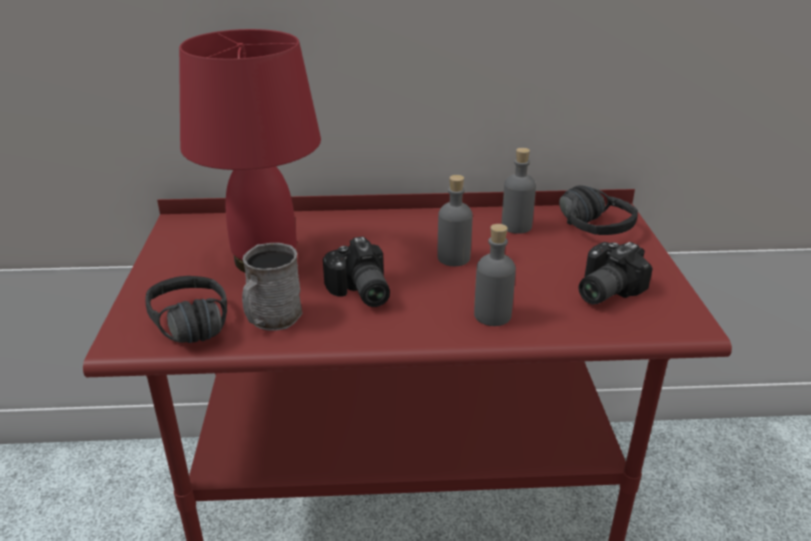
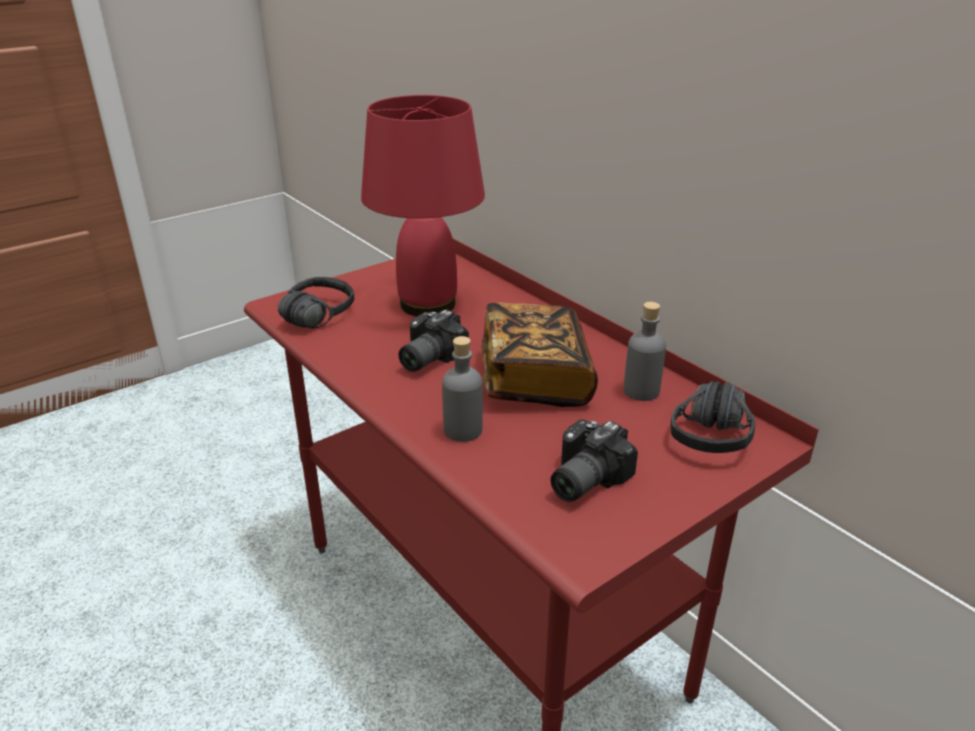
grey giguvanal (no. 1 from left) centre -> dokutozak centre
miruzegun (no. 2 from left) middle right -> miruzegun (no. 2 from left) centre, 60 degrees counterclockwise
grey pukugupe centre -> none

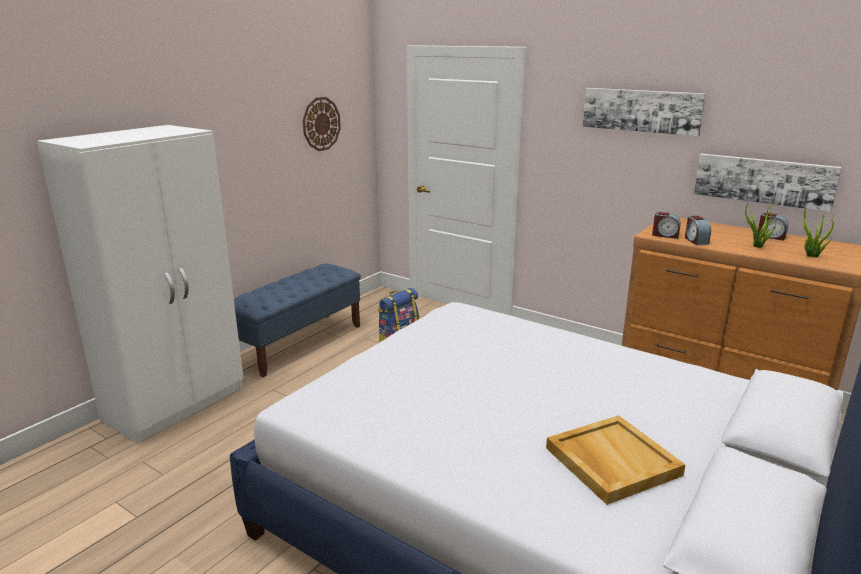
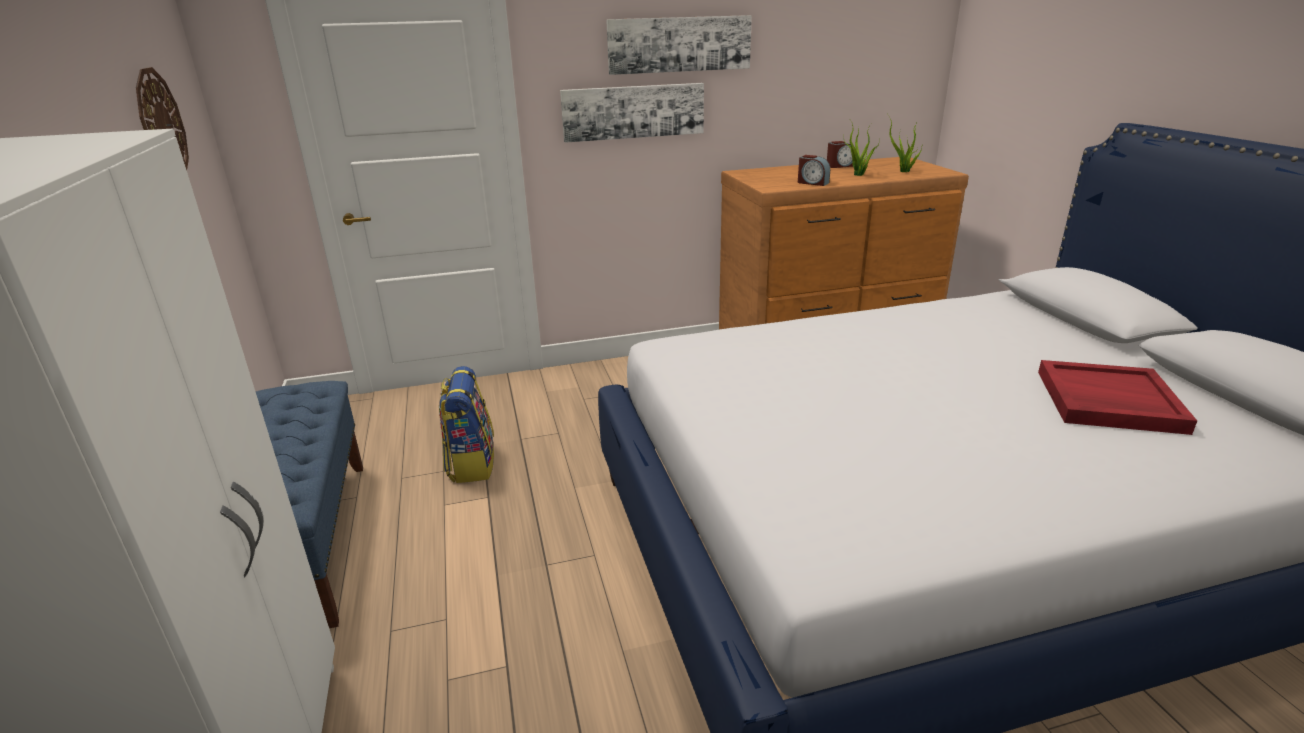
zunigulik (no. 2 from left in the first image) top right -> zunigulik (no. 1 from left) top centre, shifted
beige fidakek bottom right -> red fidakek middle right
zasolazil (no. 1 from left) middle right -> none

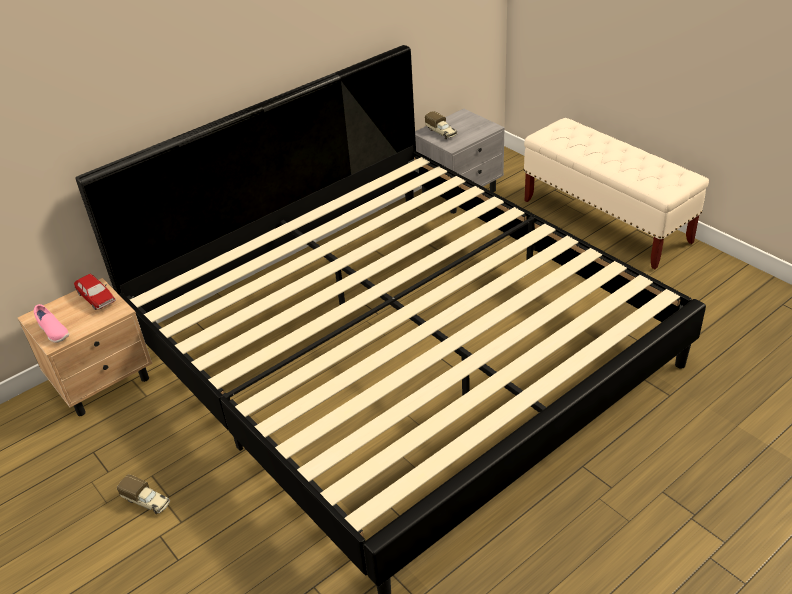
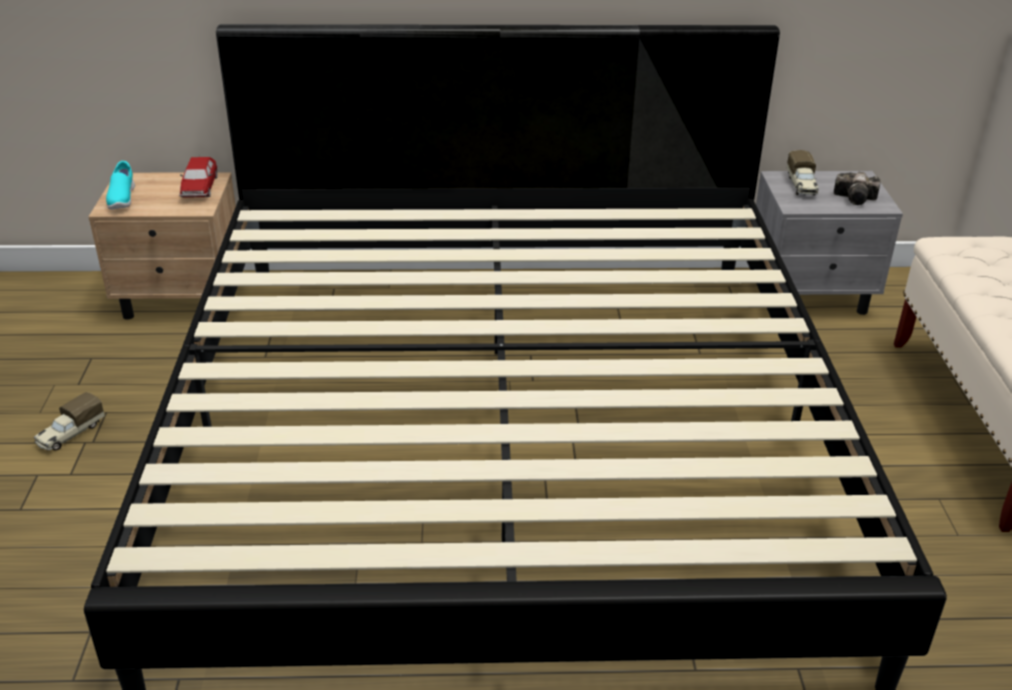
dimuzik (no. 1 from left) bottom left -> dimuzik (no. 1 from left) middle left, 60 degrees clockwise
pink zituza middle left -> turquoise zituza top left
none -> miruzegun top right

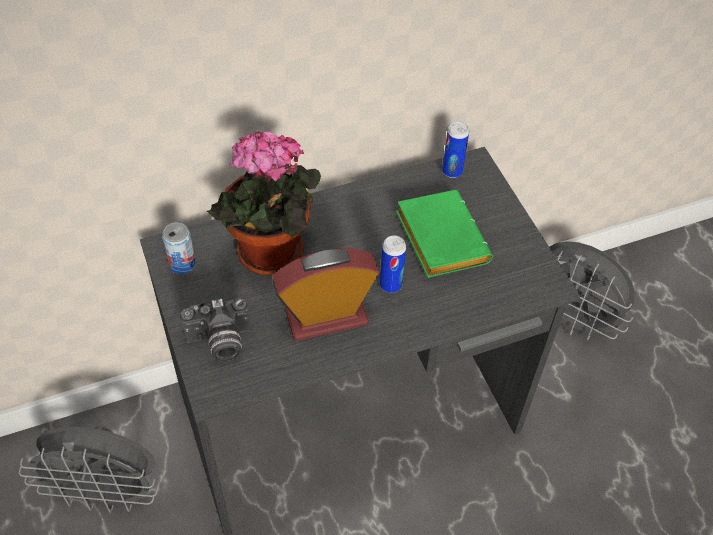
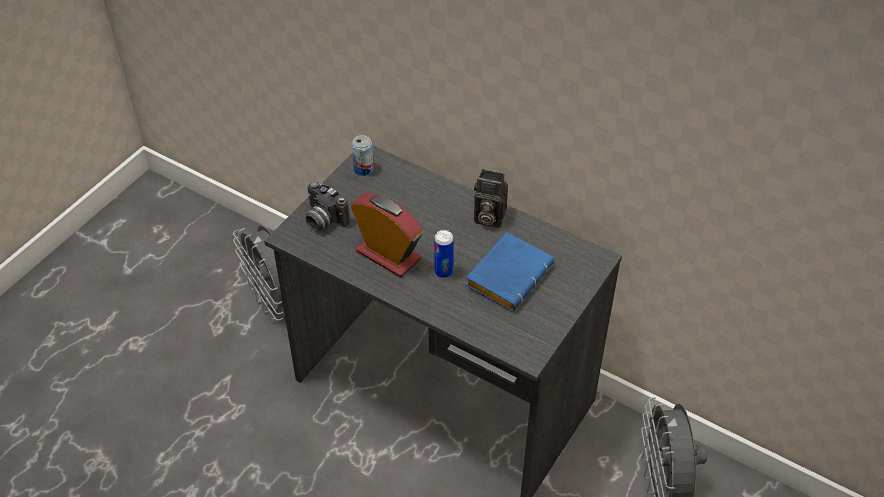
green dokutozak centre -> blue dokutozak centre
none -> miruzegun (no. 2 from left) centre
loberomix centre -> none
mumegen (no. 3 from left) top centre -> none

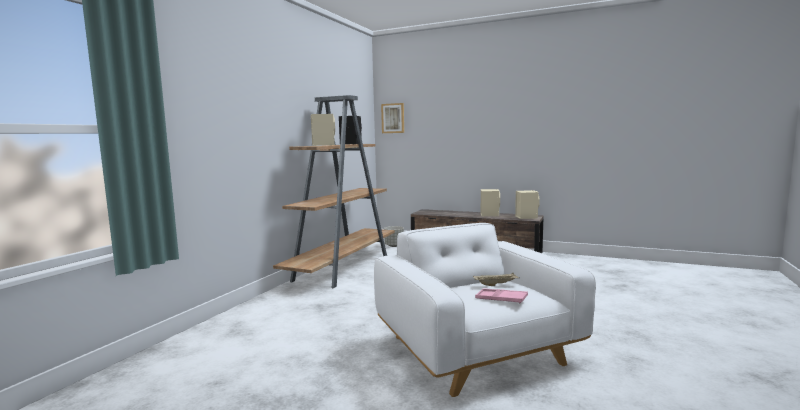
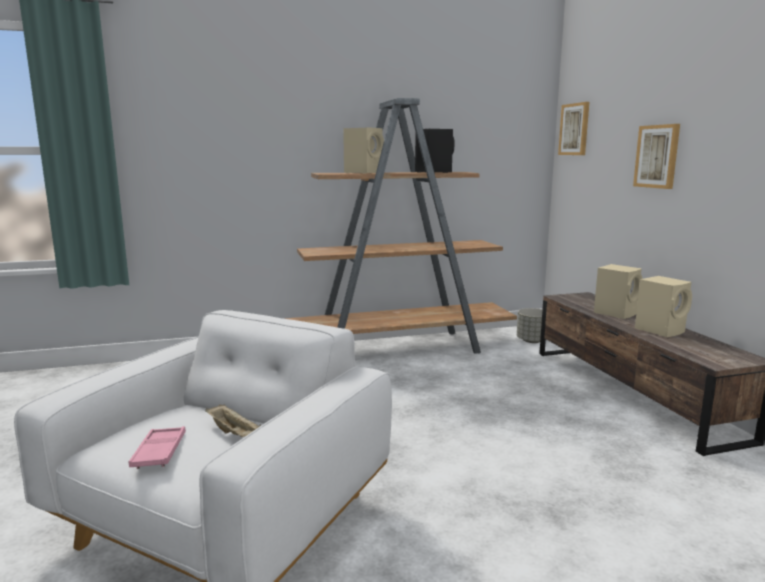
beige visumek (no. 3 from left in the first image) centre -> beige visumek (no. 2 from left) middle right, shifted
none -> zunigulik (no. 2 from left) top right

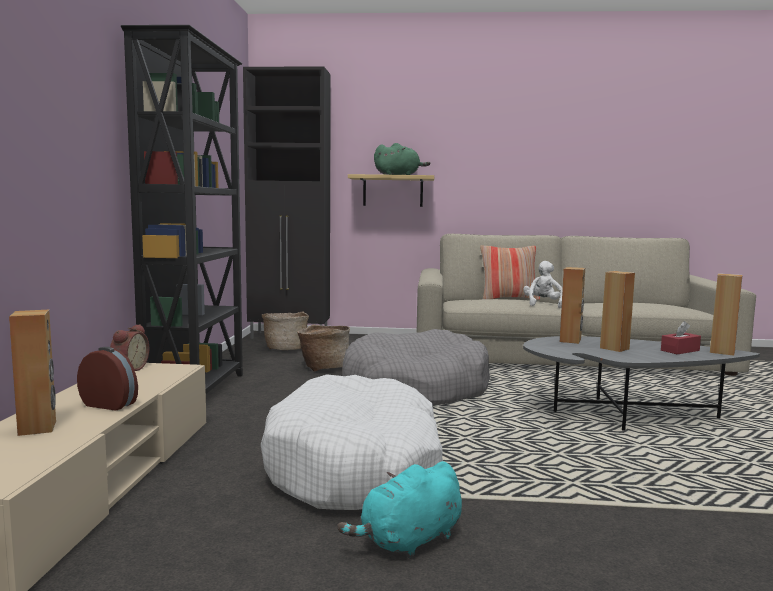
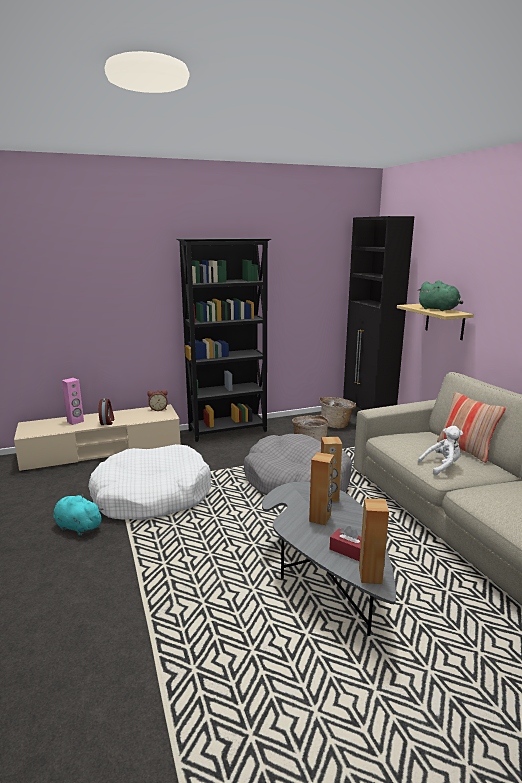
brown visumek (no. 1 from left) middle left -> pink visumek middle left

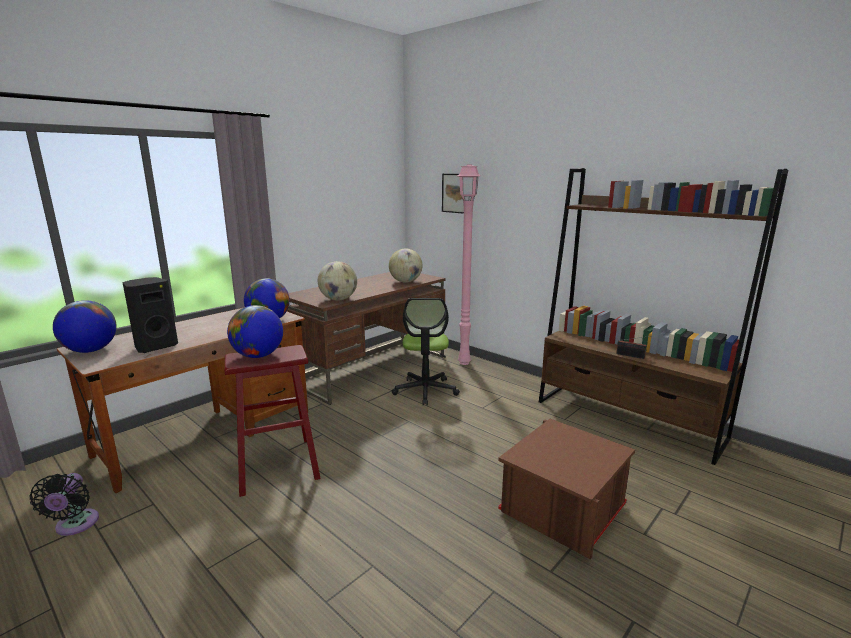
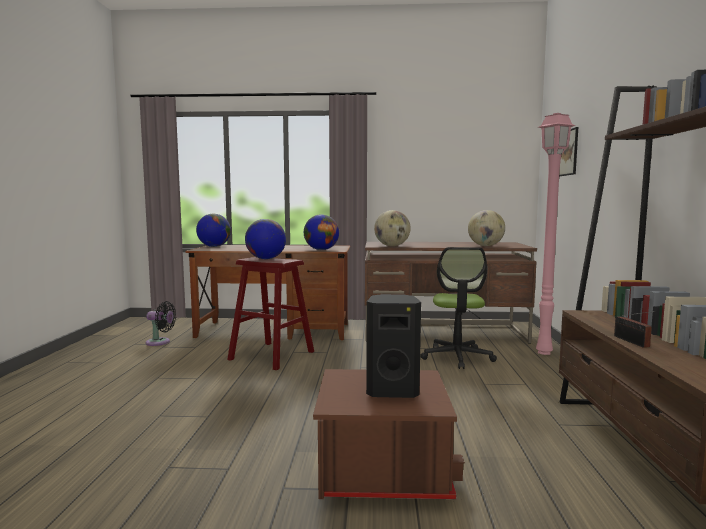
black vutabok bottom left -> black vutabok middle left, 120 degrees counterclockwise
black visumek middle left -> black visumek centre, shifted
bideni centre, 45 degrees counterclockwise

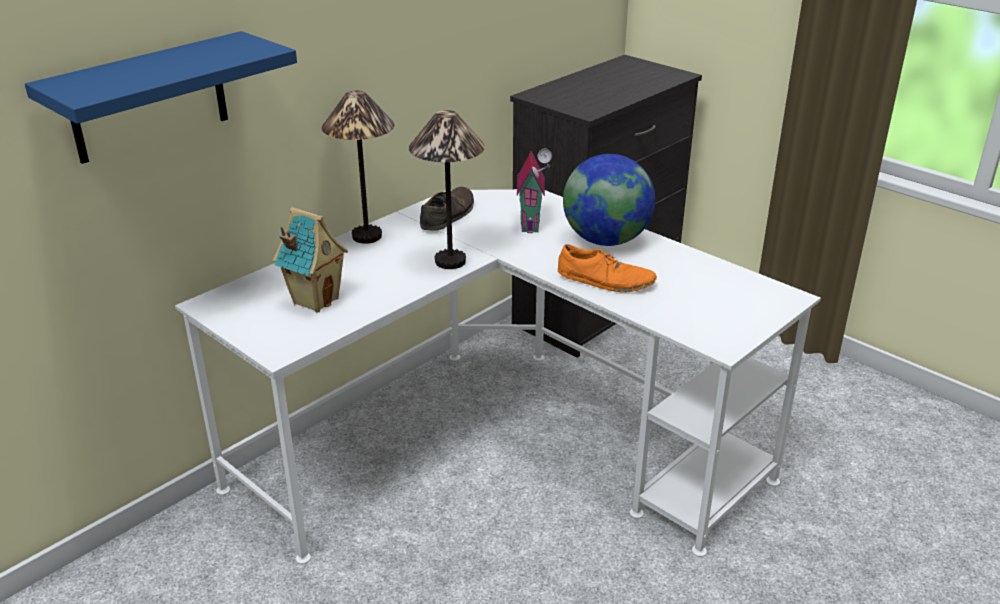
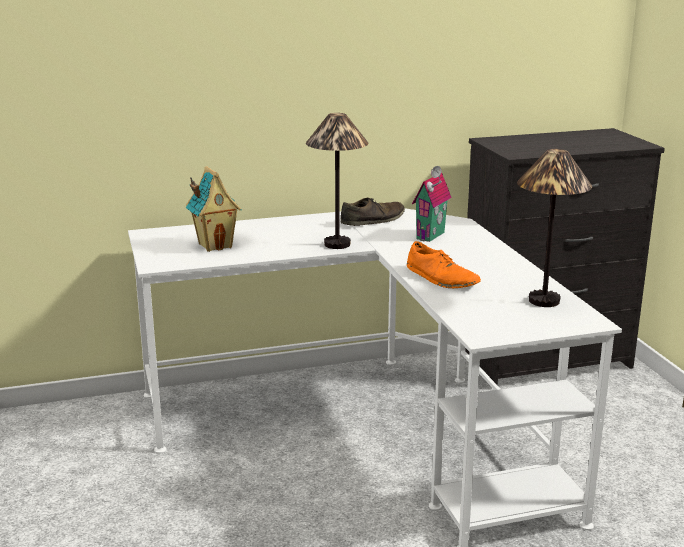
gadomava (no. 1 from left in the first image) top centre -> gadomava (no. 2 from left) middle right, shifted
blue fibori top left -> none
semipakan top centre -> none

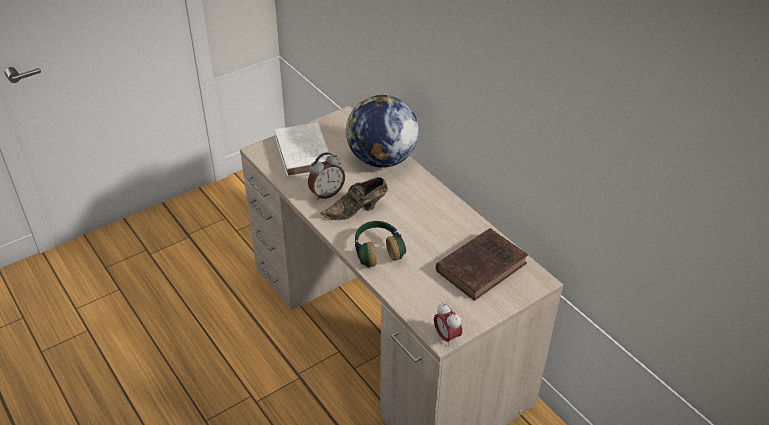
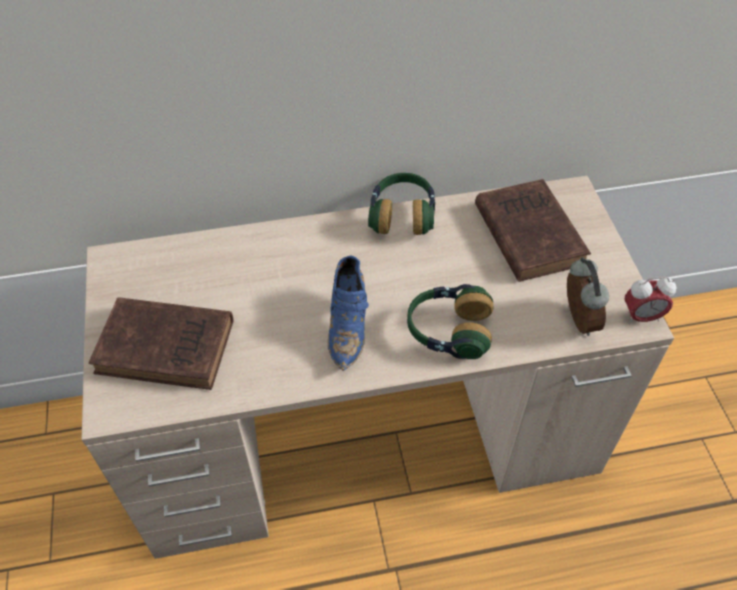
white dokutozak centre -> brown dokutozak (no. 1 from left) middle left
brown zituza centre -> blue zituza centre
none -> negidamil (no. 1 from left) centre
zasolazil (no. 1 from left) centre -> zasolazil (no. 1 from left) middle right, shifted
semipakan top centre -> none

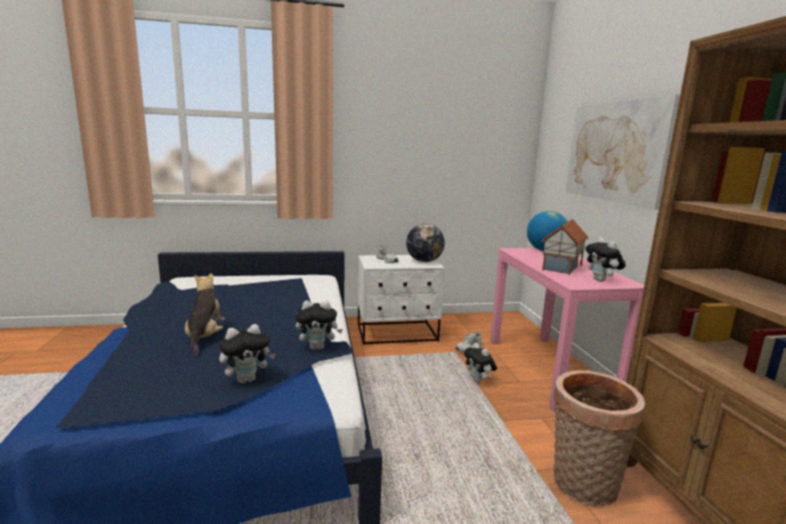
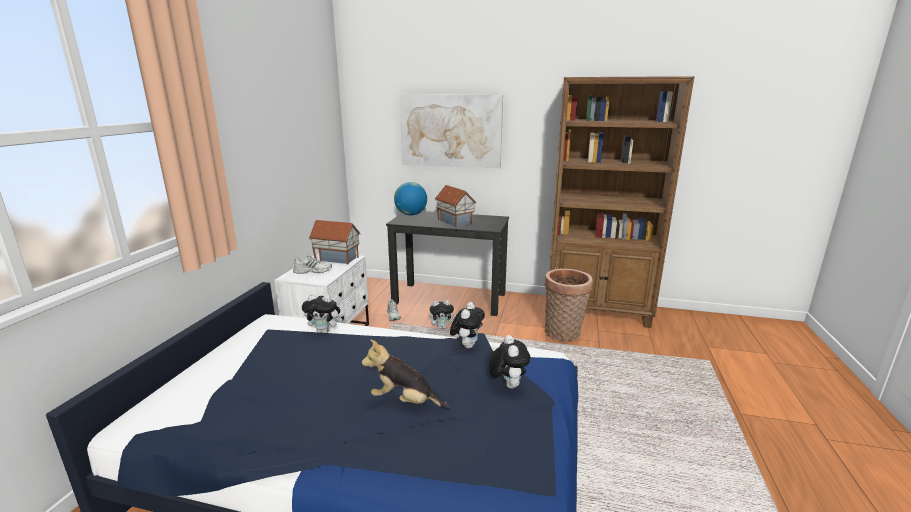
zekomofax (no. 5 from left in the first image) middle right -> zekomofax (no. 1 from left) centre, shifted
semipakan (no. 1 from left) centre -> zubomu (no. 1 from left) centre
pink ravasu middle right -> black ravasu centre

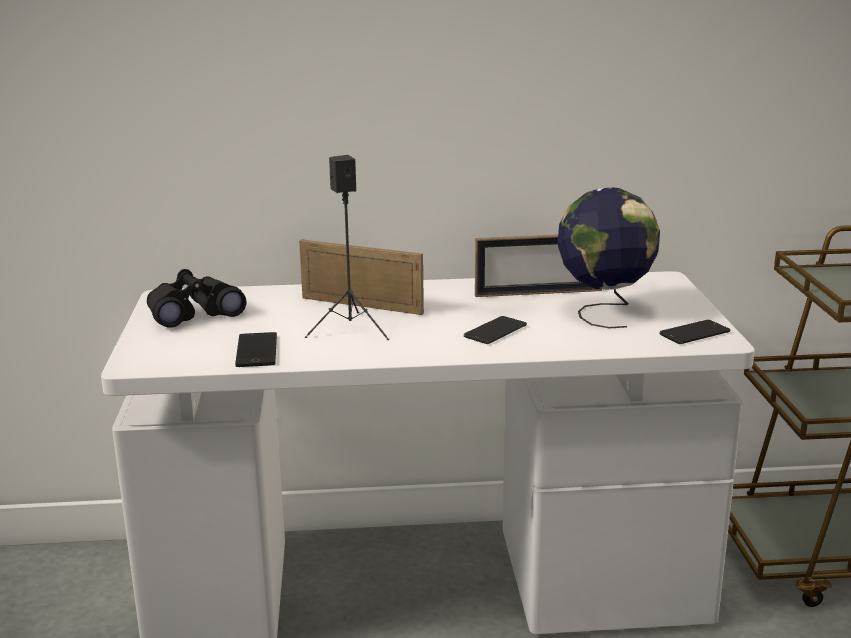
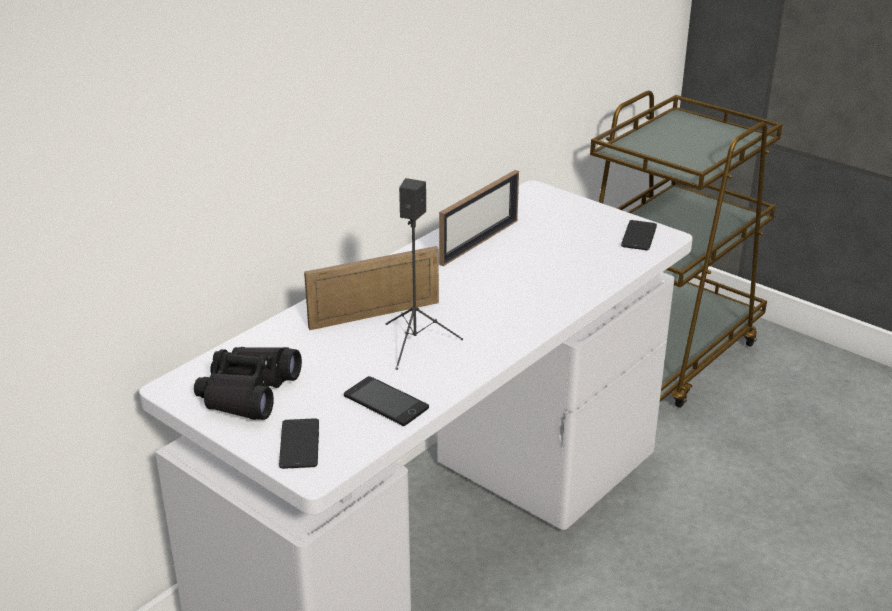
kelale (no. 2 from left in the first image) centre -> kelale (no. 1 from left) bottom centre, shifted
semipakan middle right -> none

